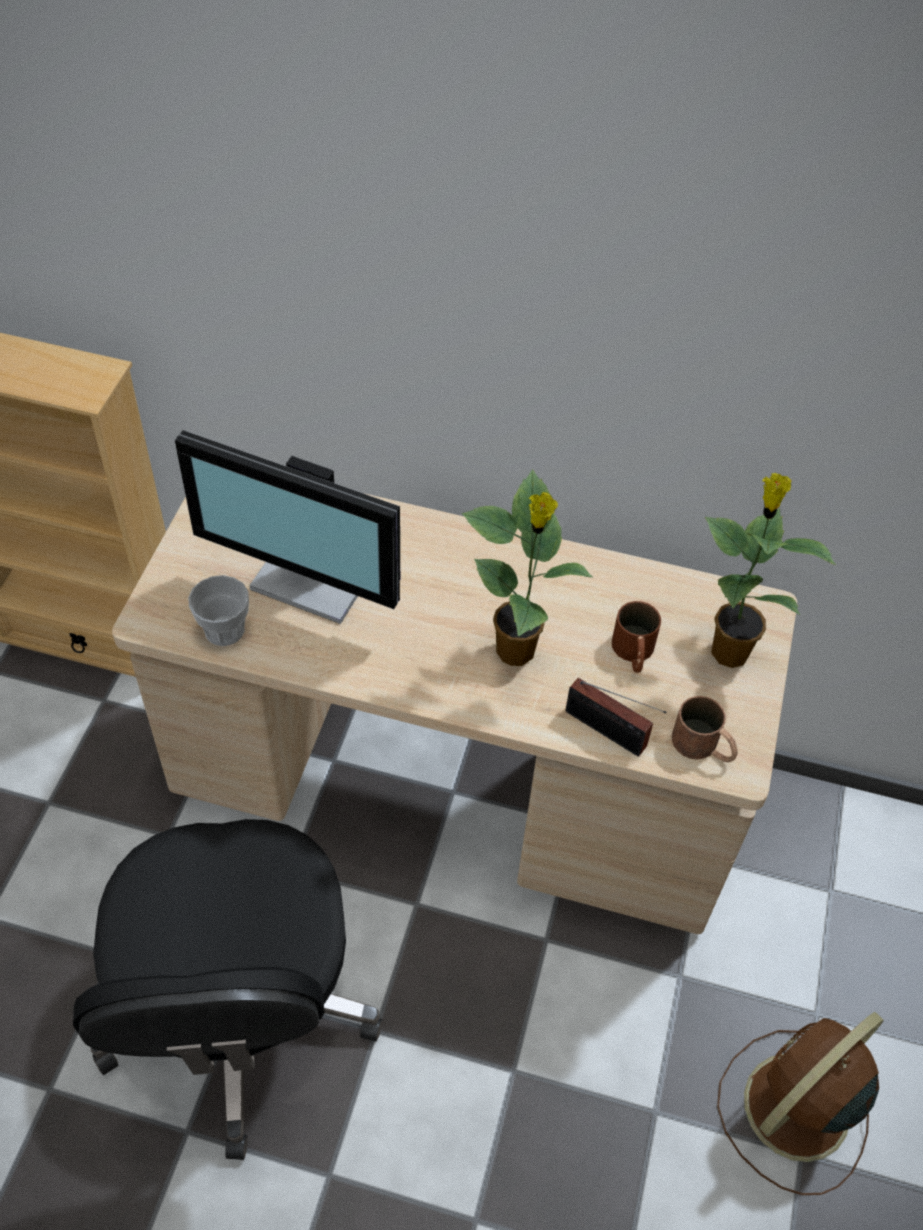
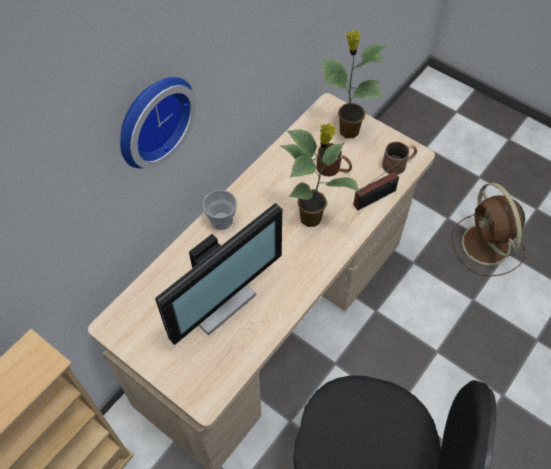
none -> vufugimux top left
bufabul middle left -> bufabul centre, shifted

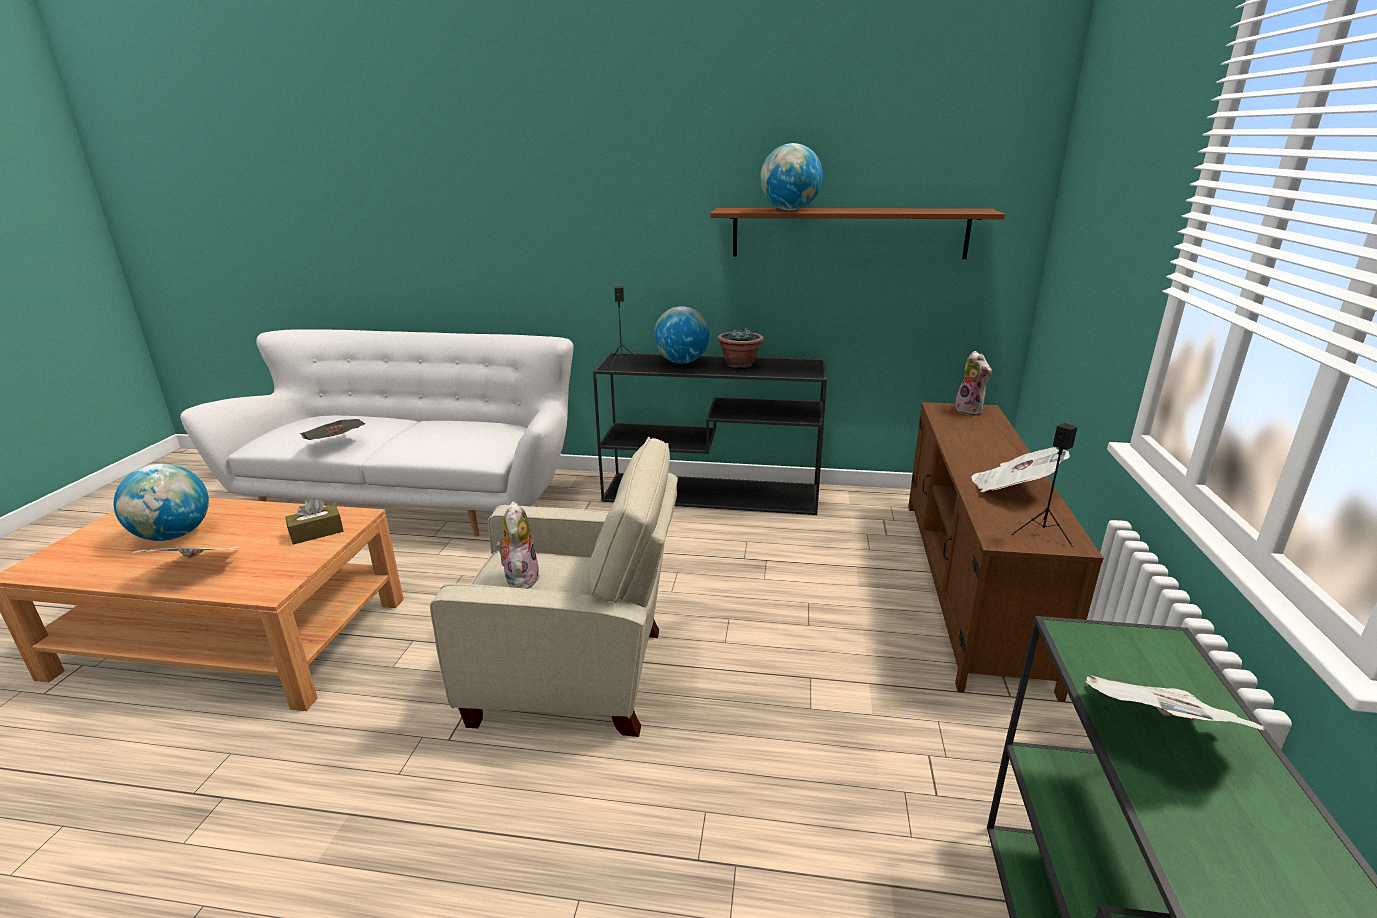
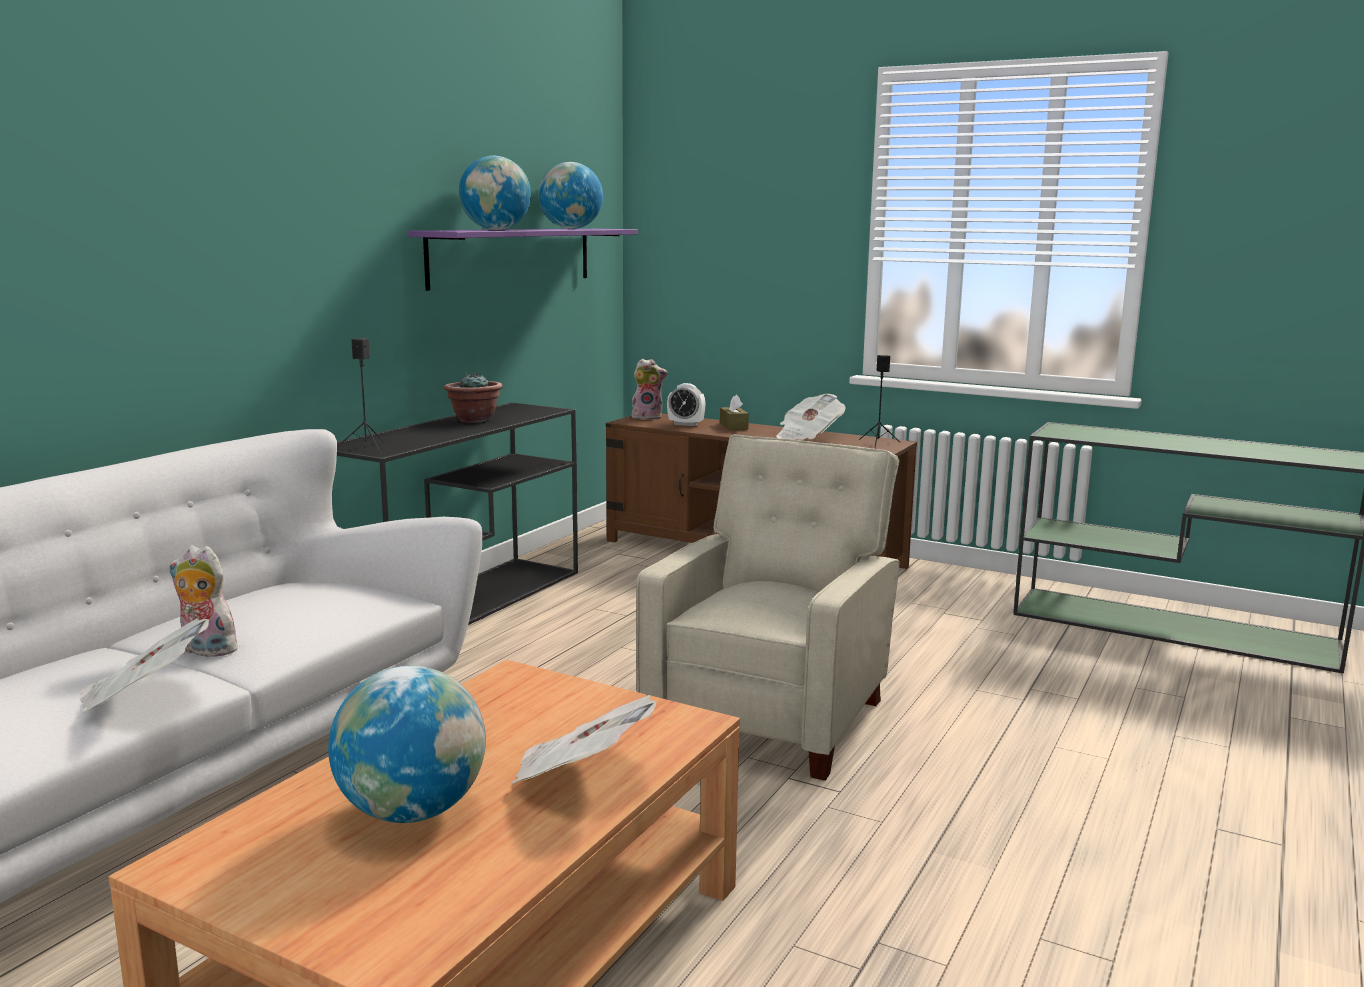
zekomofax (no. 1 from left) centre -> zekomofax (no. 1 from left) middle left, shifted
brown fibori top centre -> purple fibori top centre
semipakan (no. 2 from left in the first image) centre -> semipakan (no. 3 from left) top centre, shifted
none -> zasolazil centre
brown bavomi middle left -> brown bavomi centre, shifted
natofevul (no. 4 from left) bottom right -> none

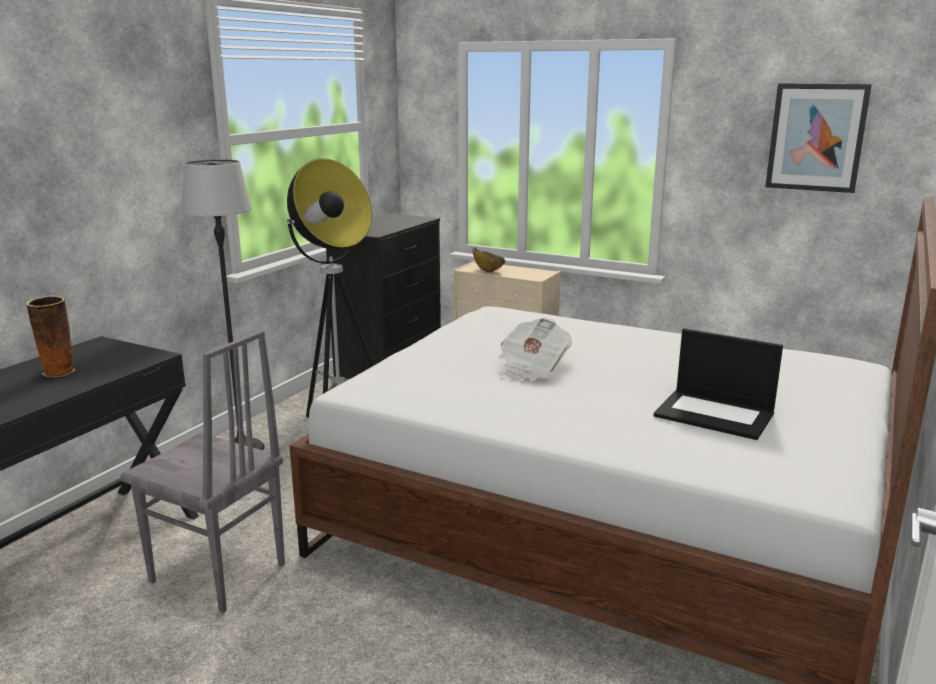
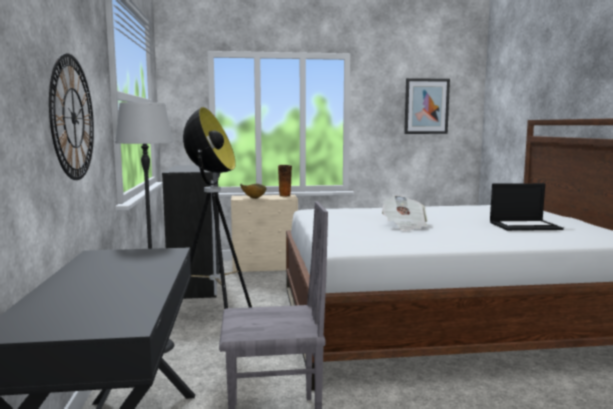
none -> vufugimux top left
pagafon middle left -> pagafon centre, shifted

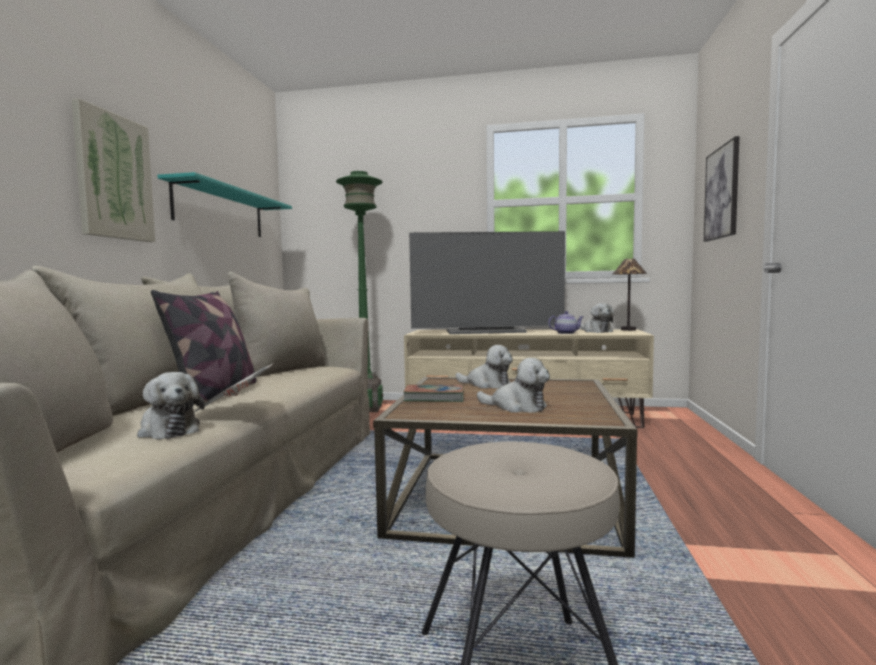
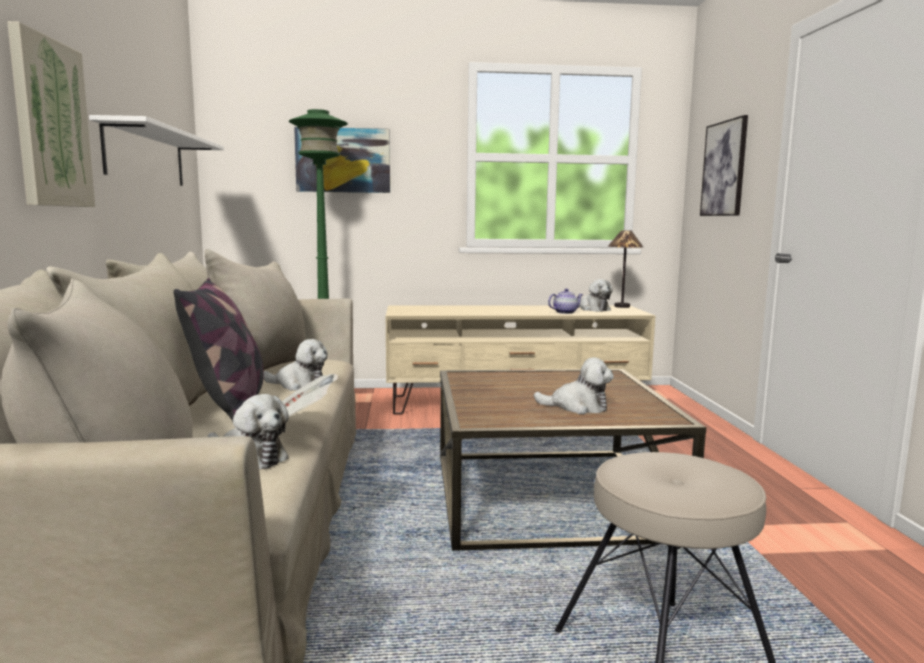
turquoise fibori top left -> white fibori top left
zekomofax (no. 2 from left) centre -> zekomofax (no. 2 from left) middle left, shifted
none -> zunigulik (no. 2 from left) top centre
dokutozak centre -> none
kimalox centre -> none

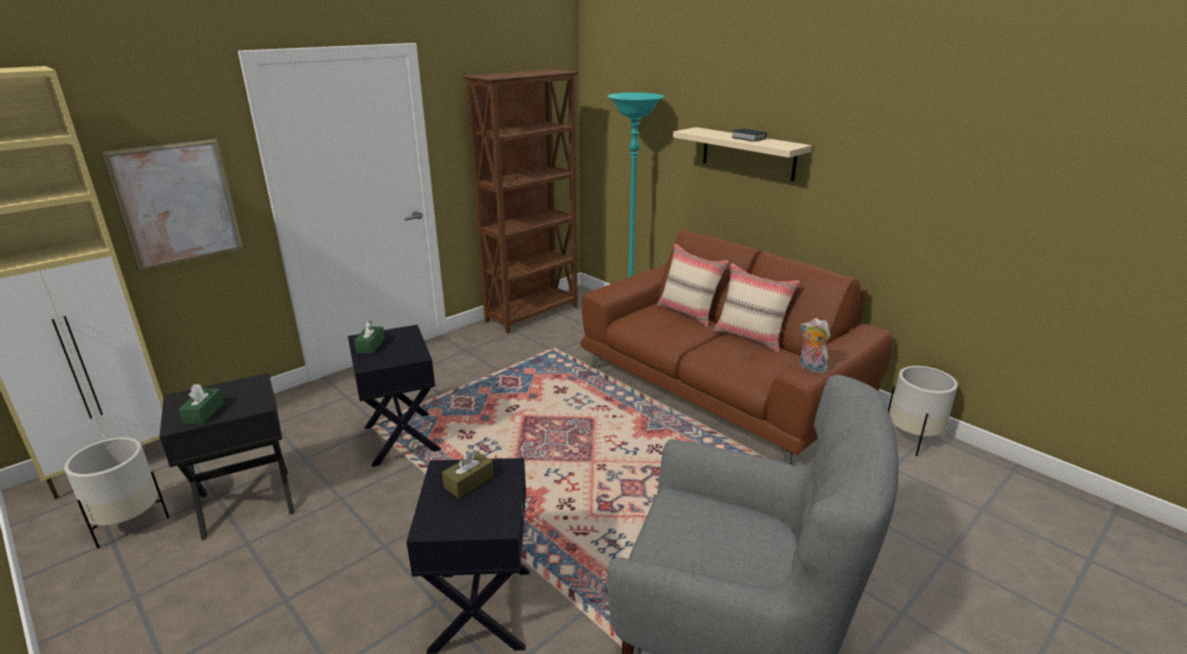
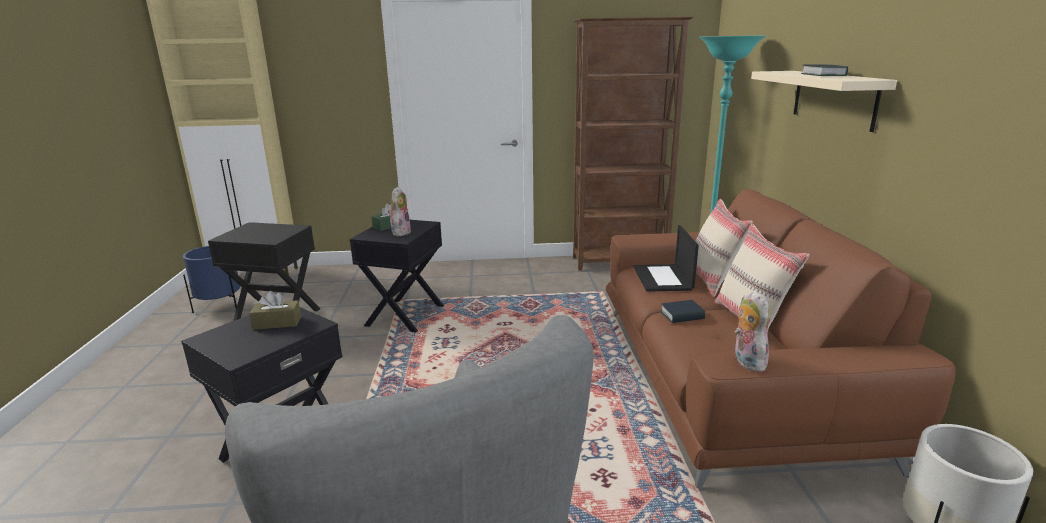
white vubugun (no. 1 from left) bottom left -> blue vubugun middle left
none -> zekomofax (no. 1 from left) centre
none -> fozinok centre
none -> dokutozak (no. 1 from left) centre
zunigulik top left -> none
green bavomi (no. 1 from left) middle left -> none

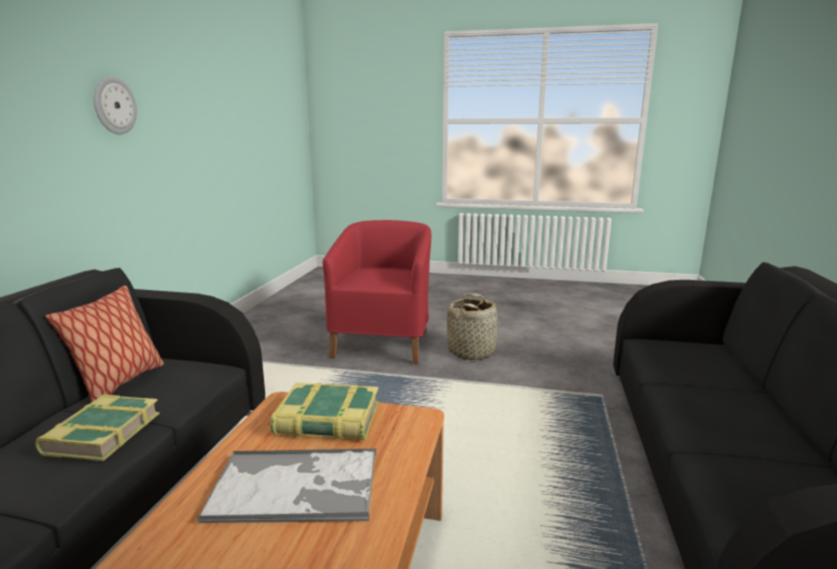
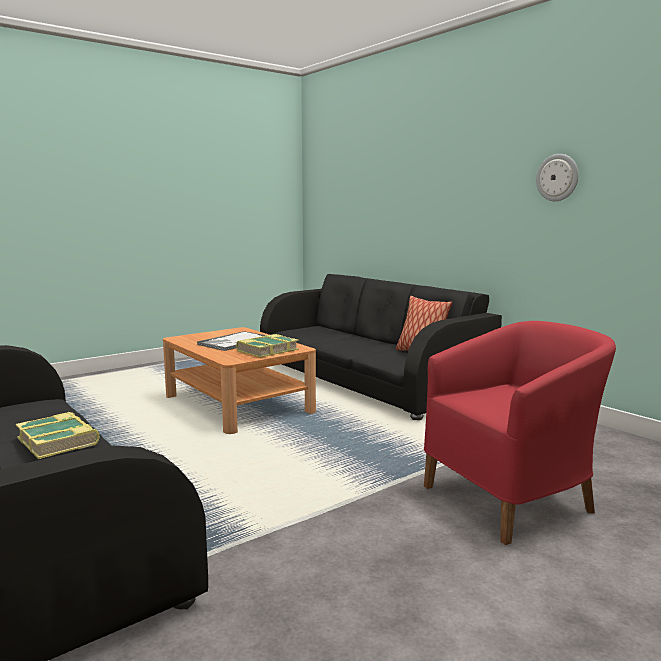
dokutozak (no. 1 from left) bottom left -> dokutozak (no. 1 from left) middle left, shifted
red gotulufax centre -> red gotulufax middle right, 75 degrees counterclockwise
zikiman centre -> none

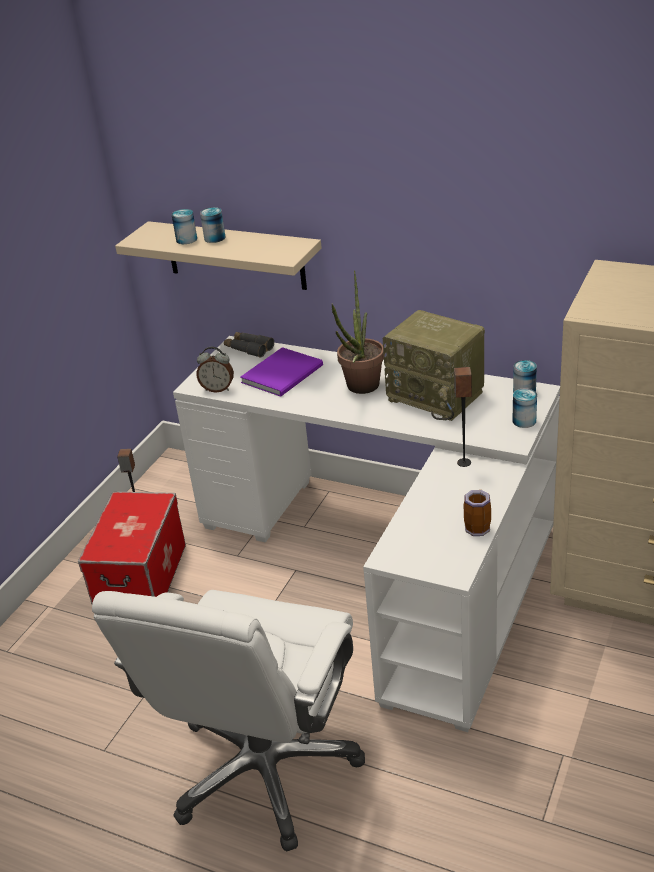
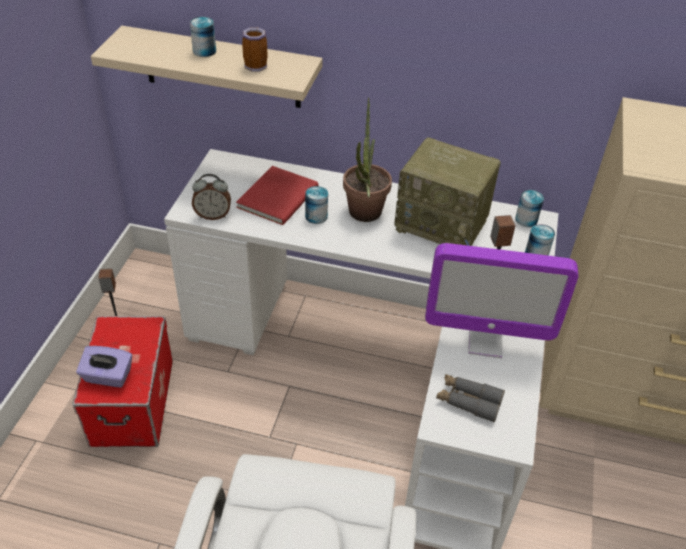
none -> purple bavomi bottom left
purple dokutozak centre -> red dokutozak centre
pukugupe middle right -> pukugupe top centre, shifted
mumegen (no. 1 from left in the first image) top left -> mumegen (no. 2 from left) centre, shifted
none -> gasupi middle right
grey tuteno centre -> grey tuteno bottom right, shifted

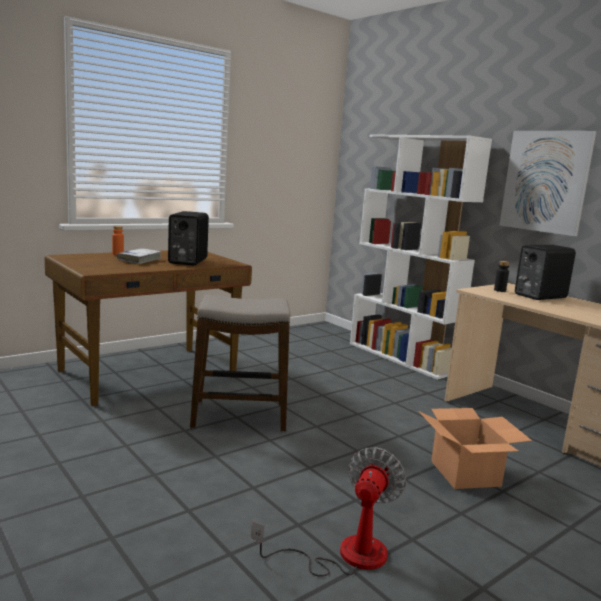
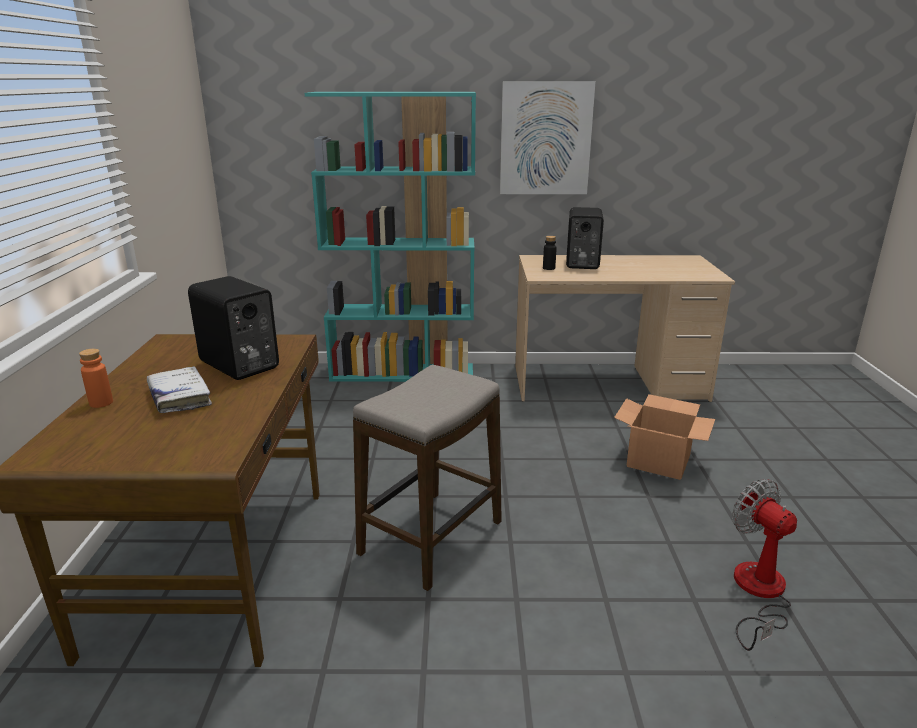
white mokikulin middle right -> turquoise mokikulin top centre

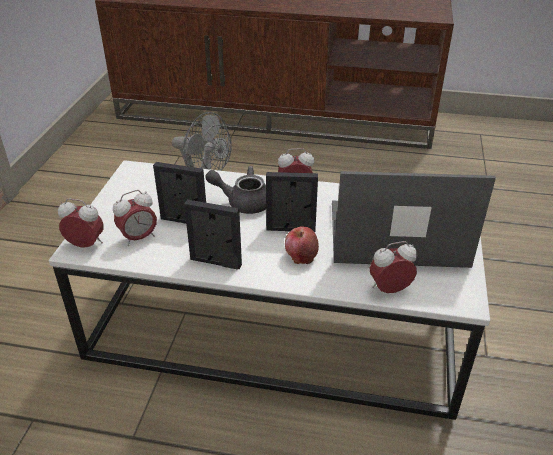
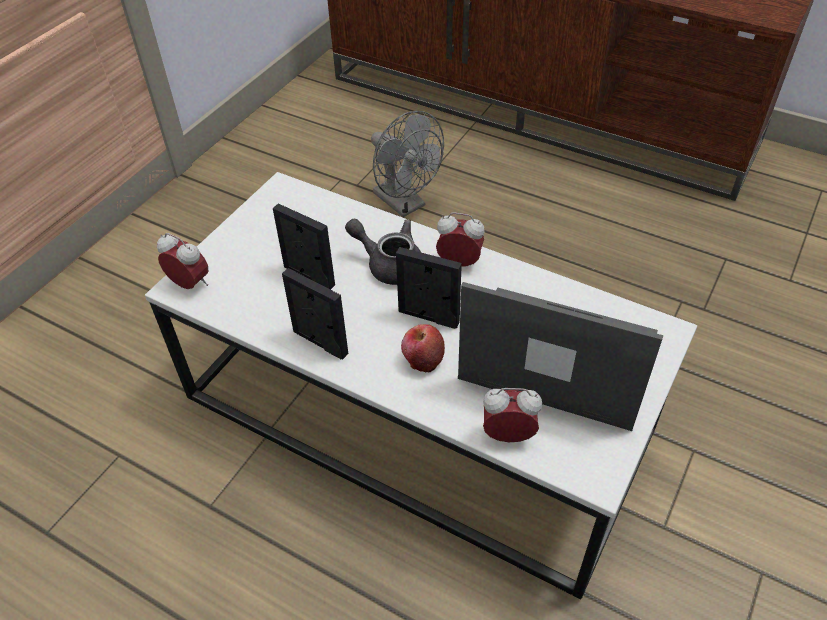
zasolazil (no. 2 from left) middle left -> none

